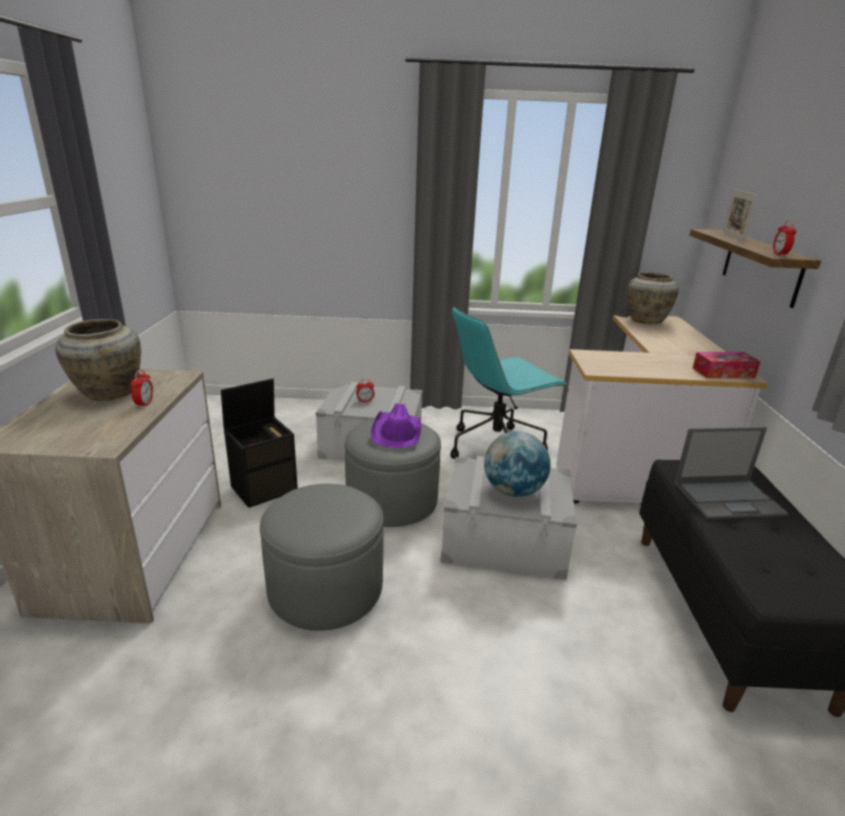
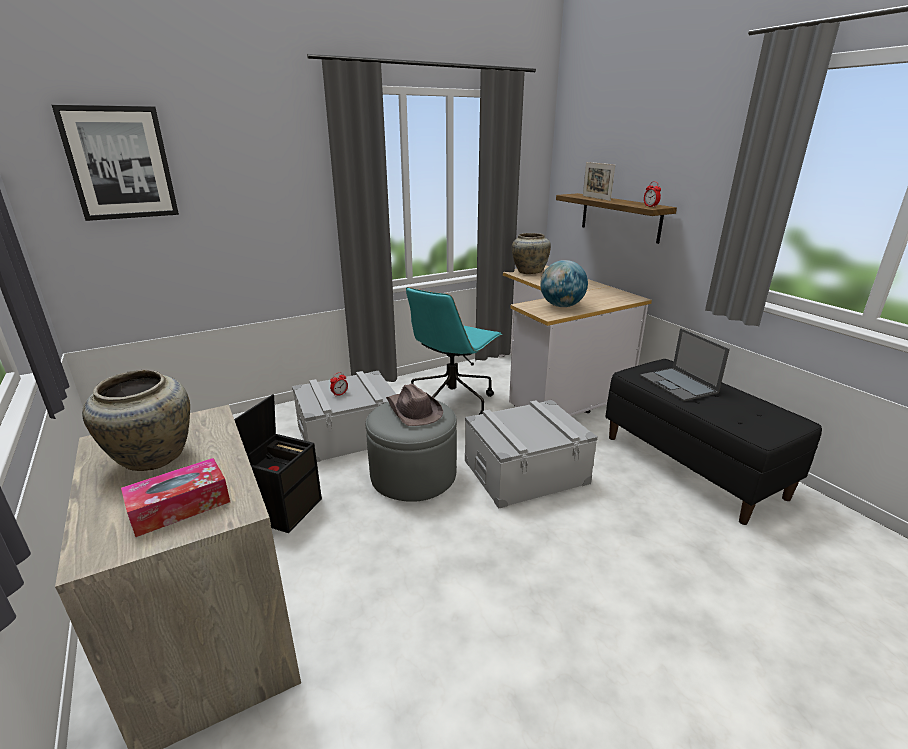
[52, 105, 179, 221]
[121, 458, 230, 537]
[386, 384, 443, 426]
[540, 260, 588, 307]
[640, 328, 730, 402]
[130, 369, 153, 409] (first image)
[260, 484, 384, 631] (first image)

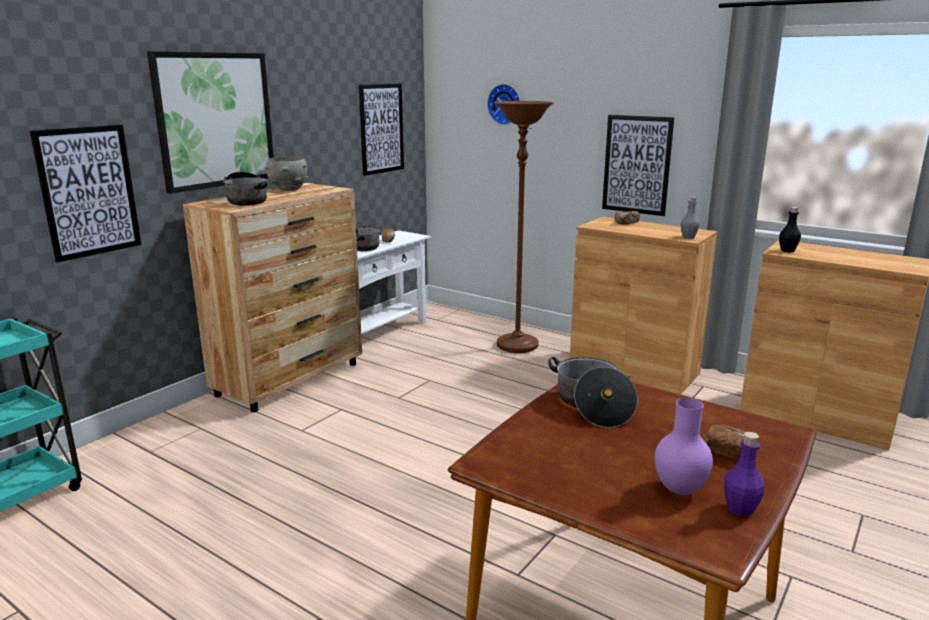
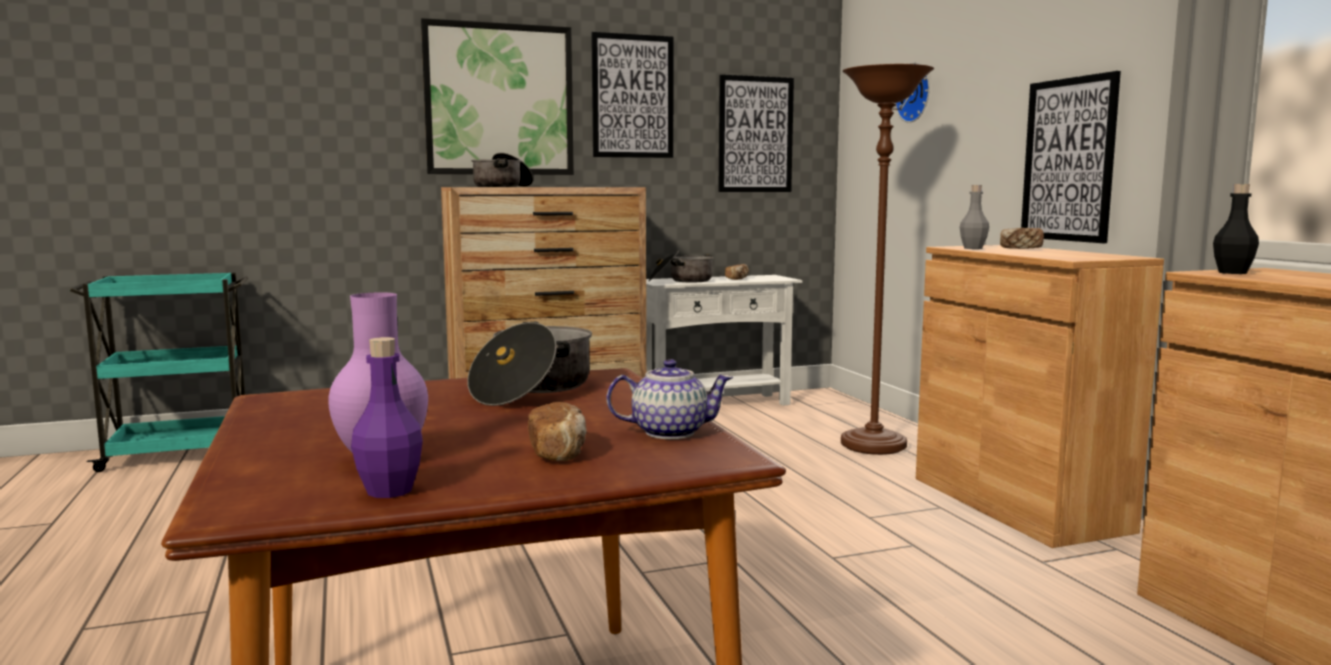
[591, 32, 673, 158]
[607, 359, 733, 439]
[960, 185, 989, 249]
[265, 157, 309, 191] (first image)

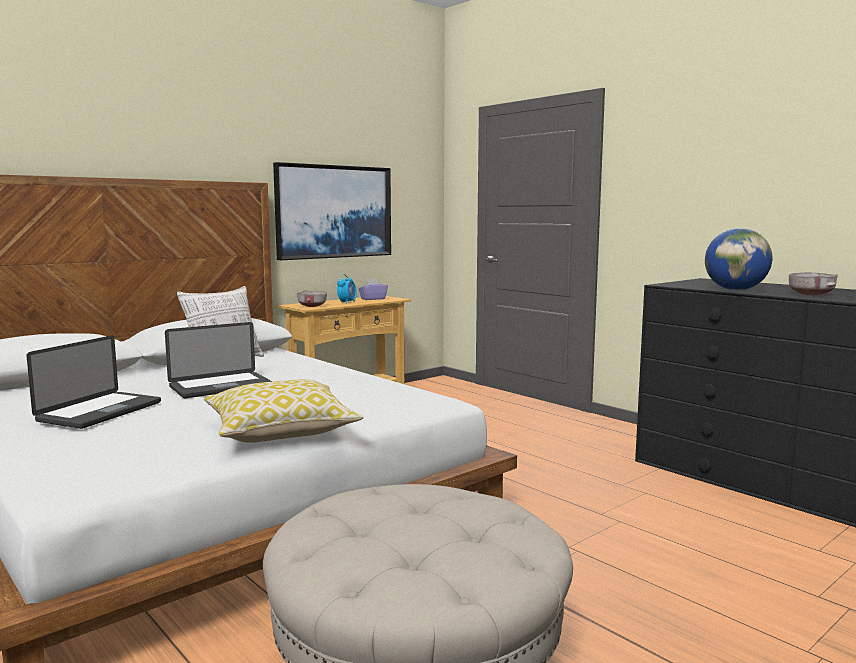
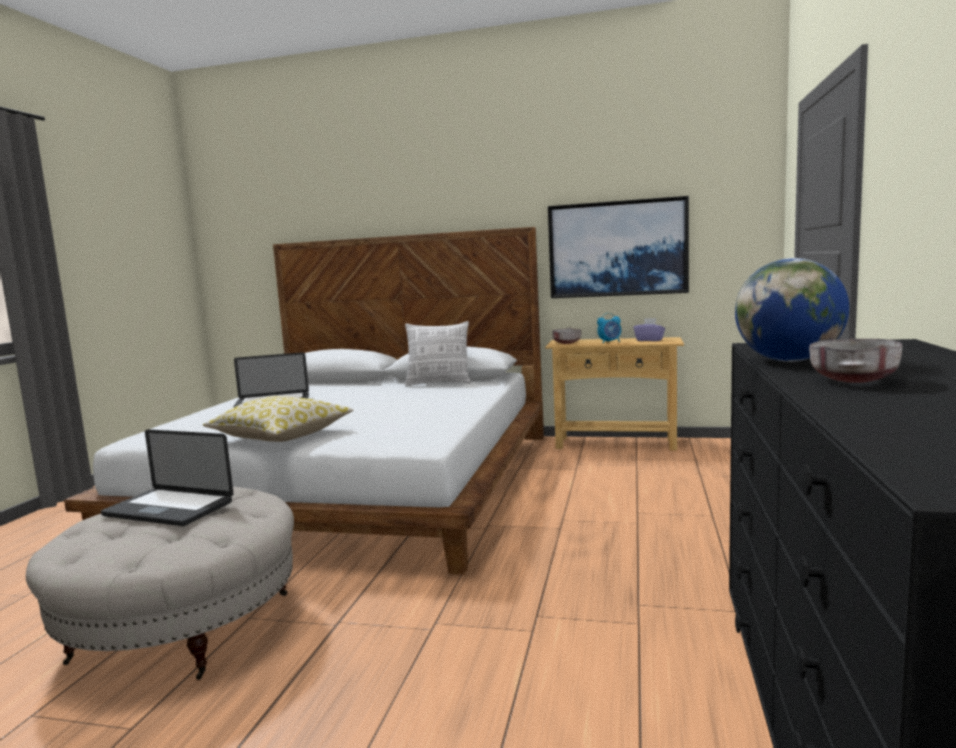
[101, 429, 233, 526]

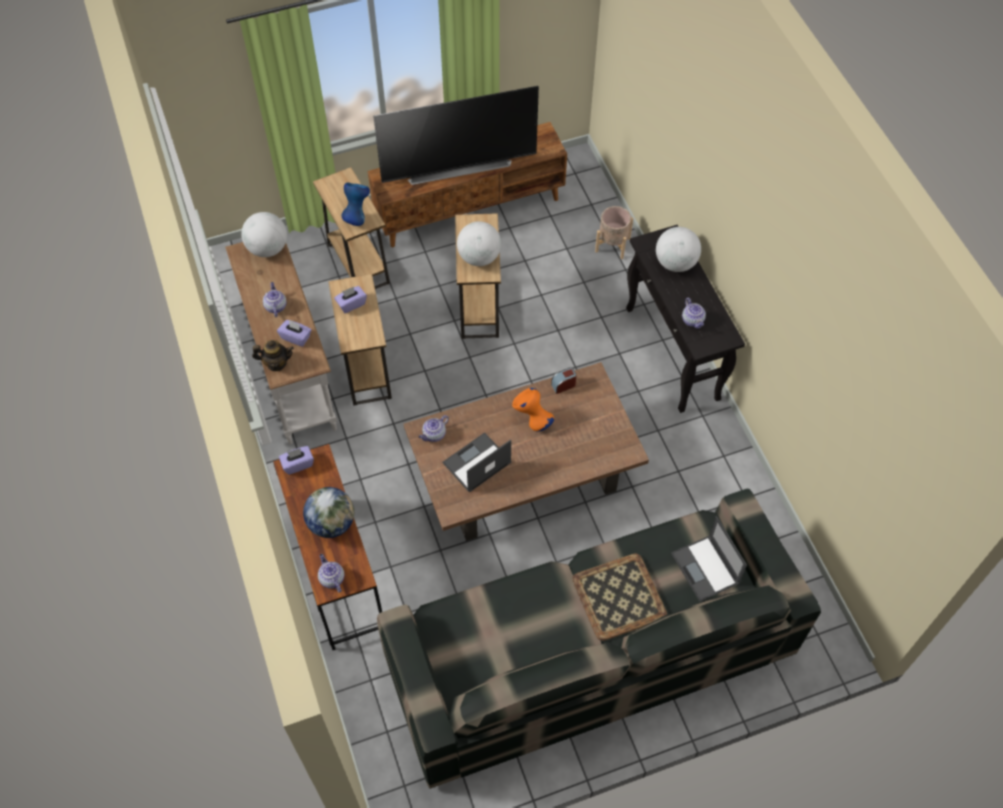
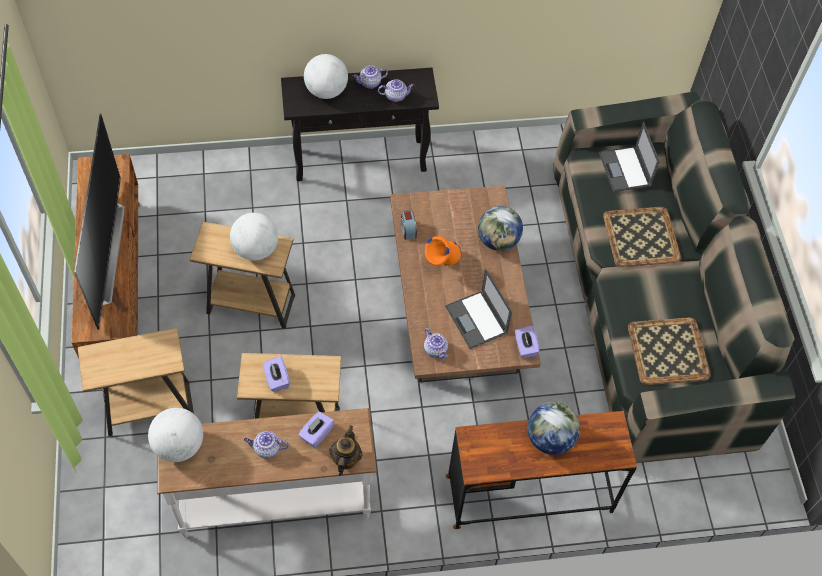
[353, 66, 388, 89]
[478, 206, 523, 251]
[515, 326, 540, 358]
[599, 122, 660, 192]
[628, 318, 711, 385]
[342, 183, 370, 226] (first image)
[595, 206, 633, 259] (first image)

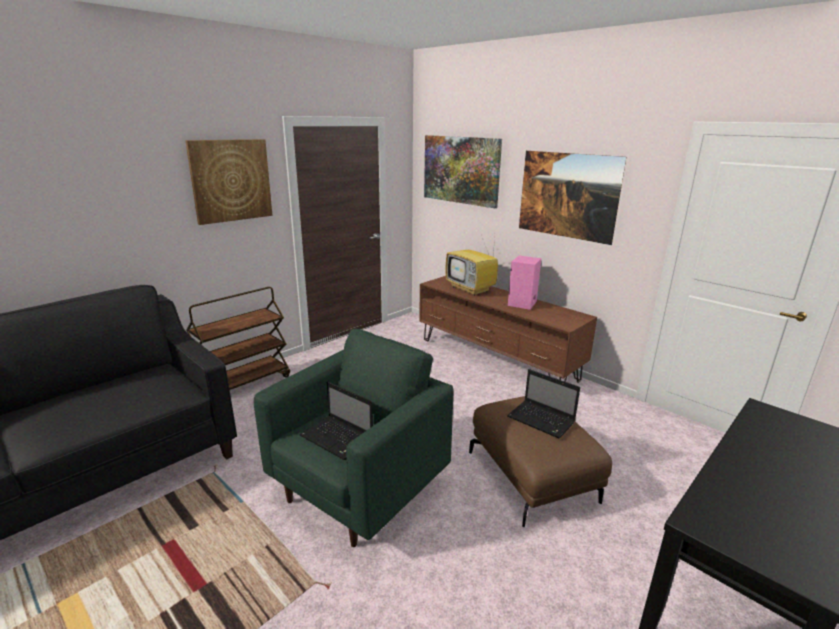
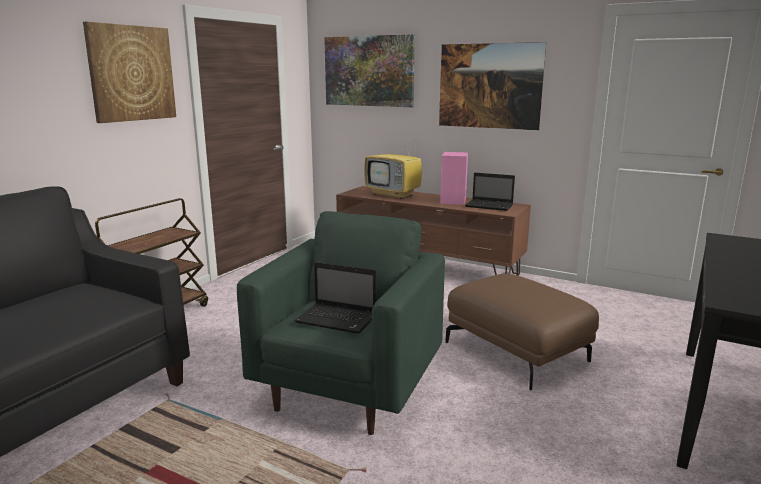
[465, 173, 515, 211]

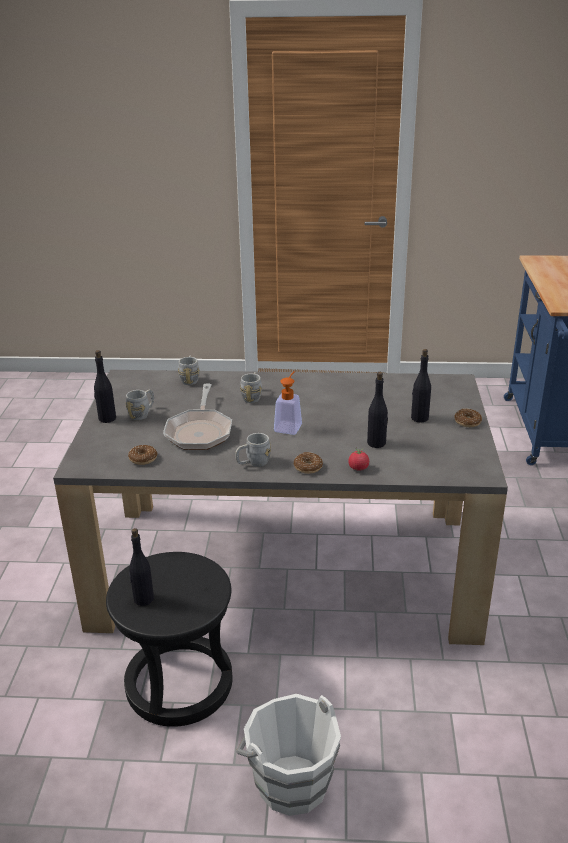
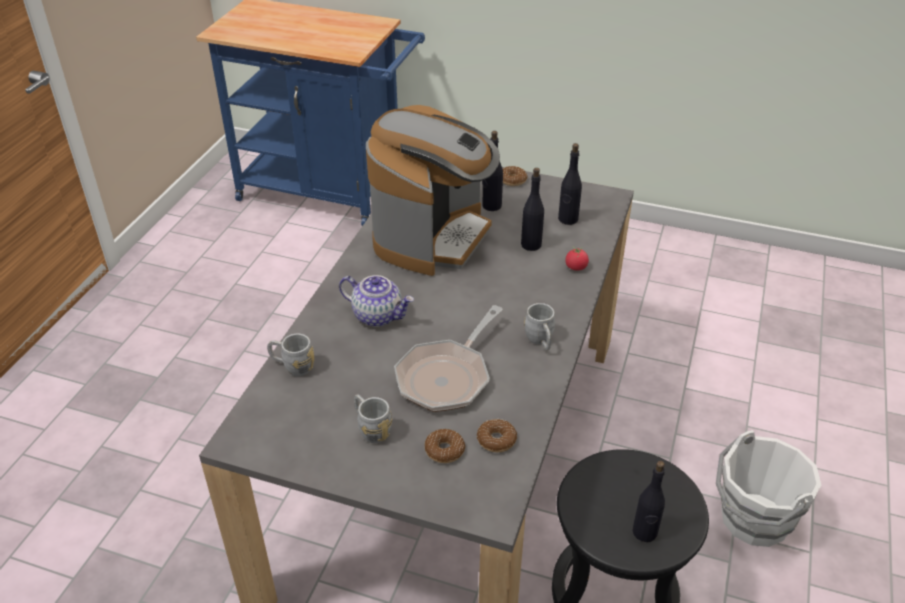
[339, 275, 414, 327]
[366, 105, 500, 276]
[394, 305, 503, 412]
[425, 429, 465, 463]
[558, 143, 582, 225]
[274, 371, 302, 435] (first image)

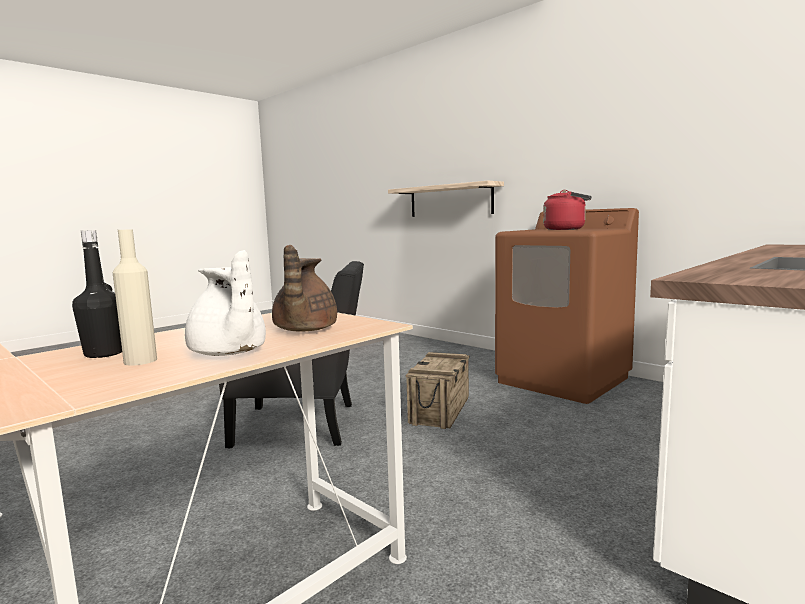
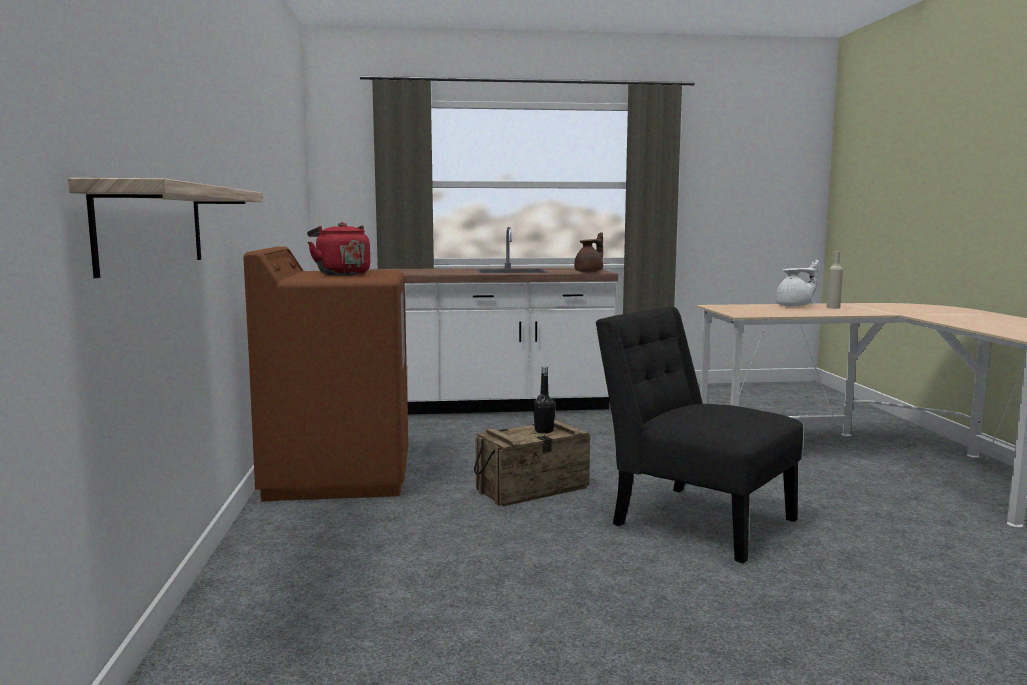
[533, 366, 556, 433]
[574, 232, 603, 272]
[776, 260, 819, 306]

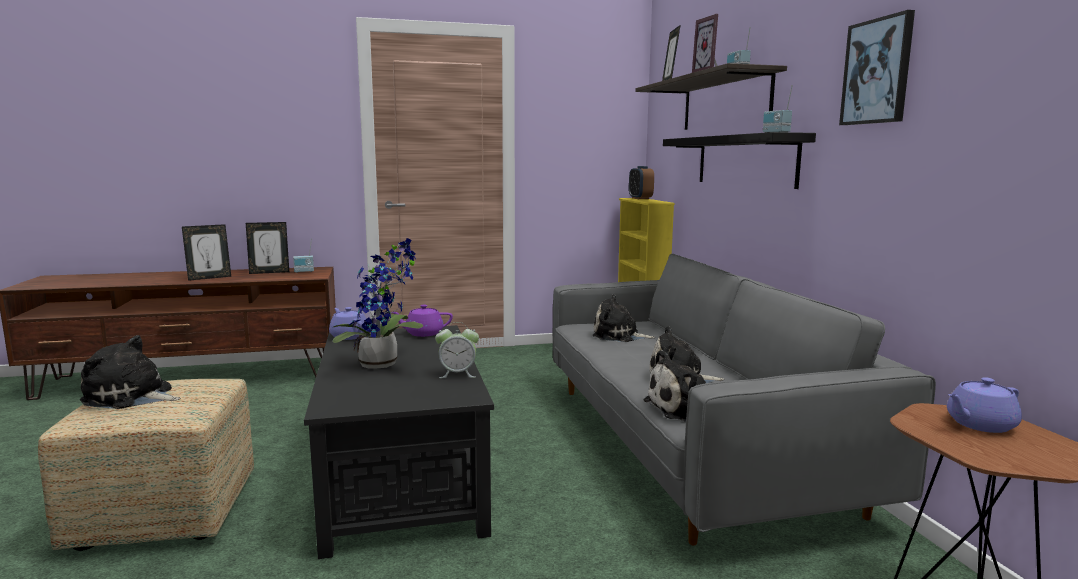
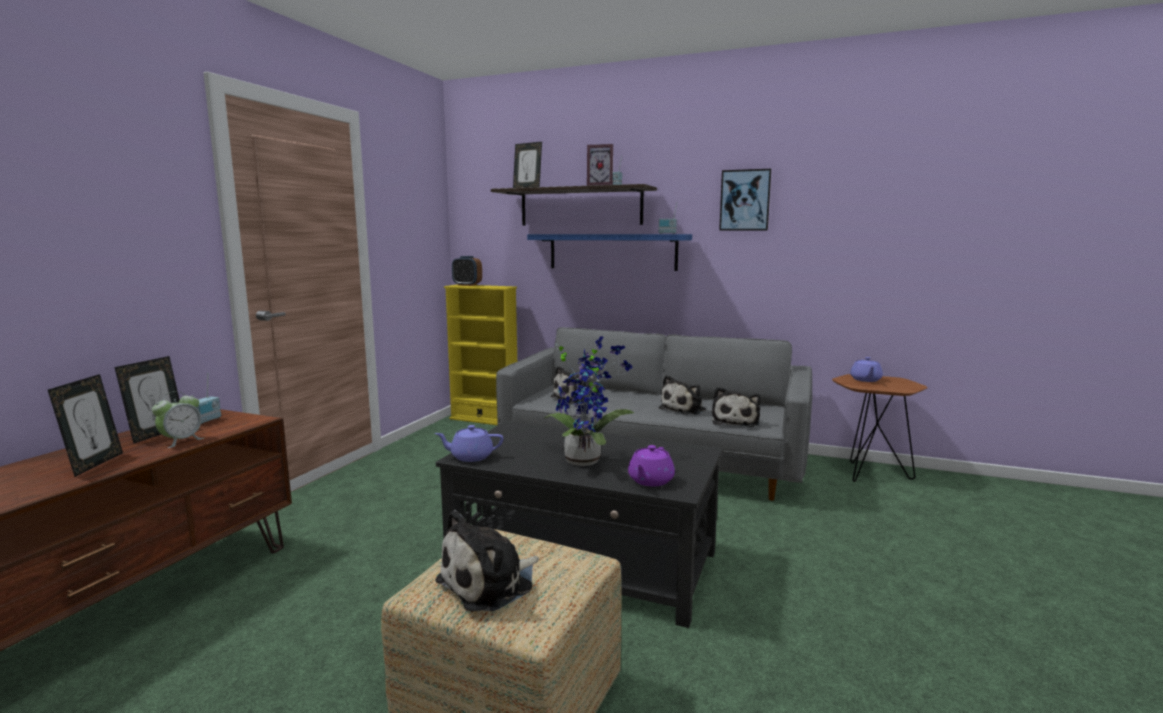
[152, 391, 204, 448]
[527, 234, 692, 271]
[628, 445, 675, 486]

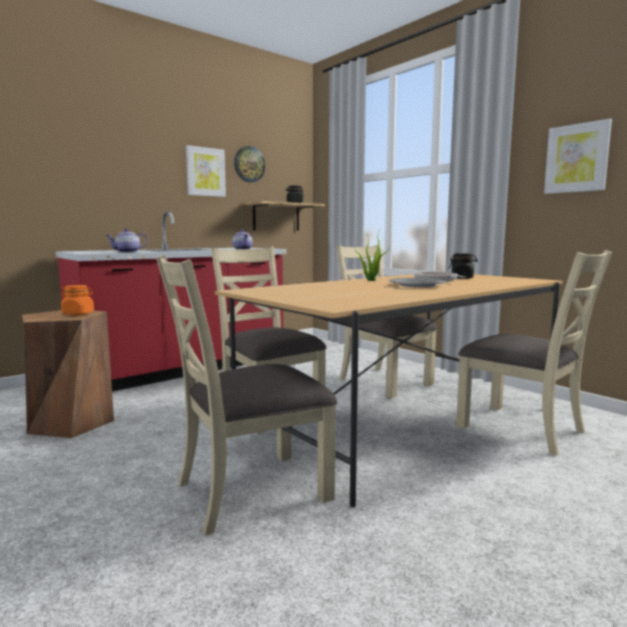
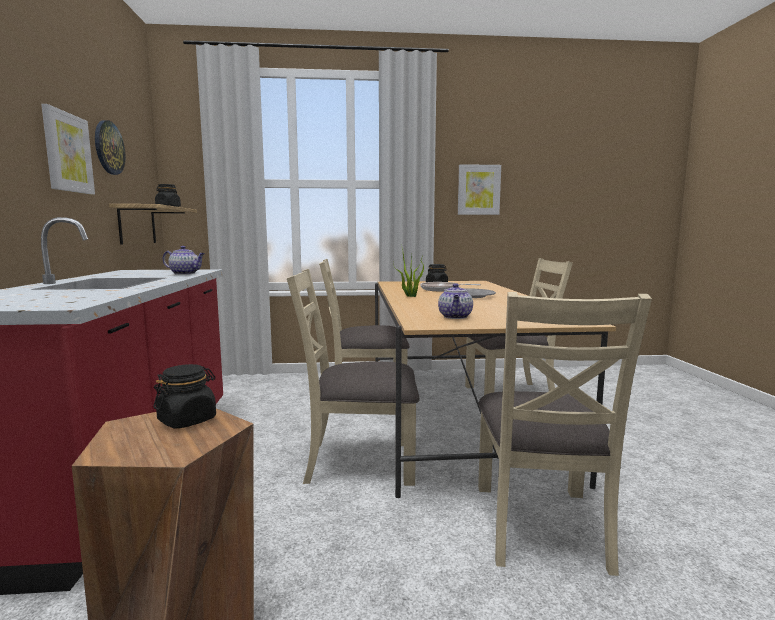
[154, 364, 216, 429]
[438, 283, 473, 319]

